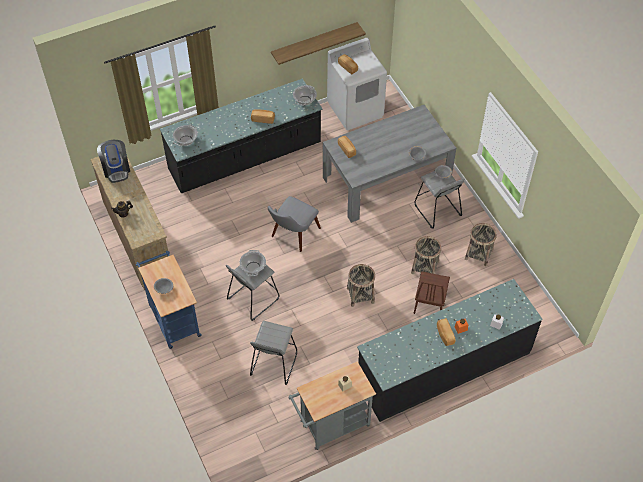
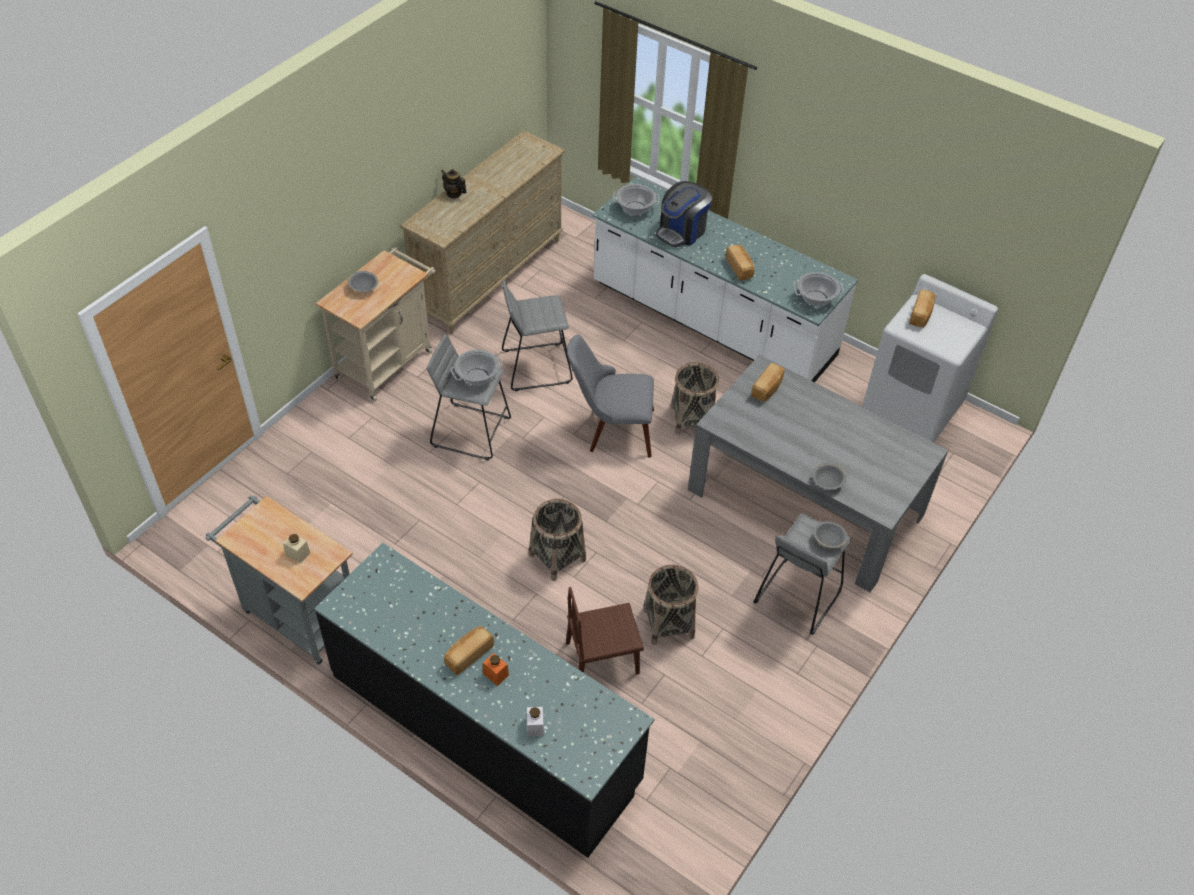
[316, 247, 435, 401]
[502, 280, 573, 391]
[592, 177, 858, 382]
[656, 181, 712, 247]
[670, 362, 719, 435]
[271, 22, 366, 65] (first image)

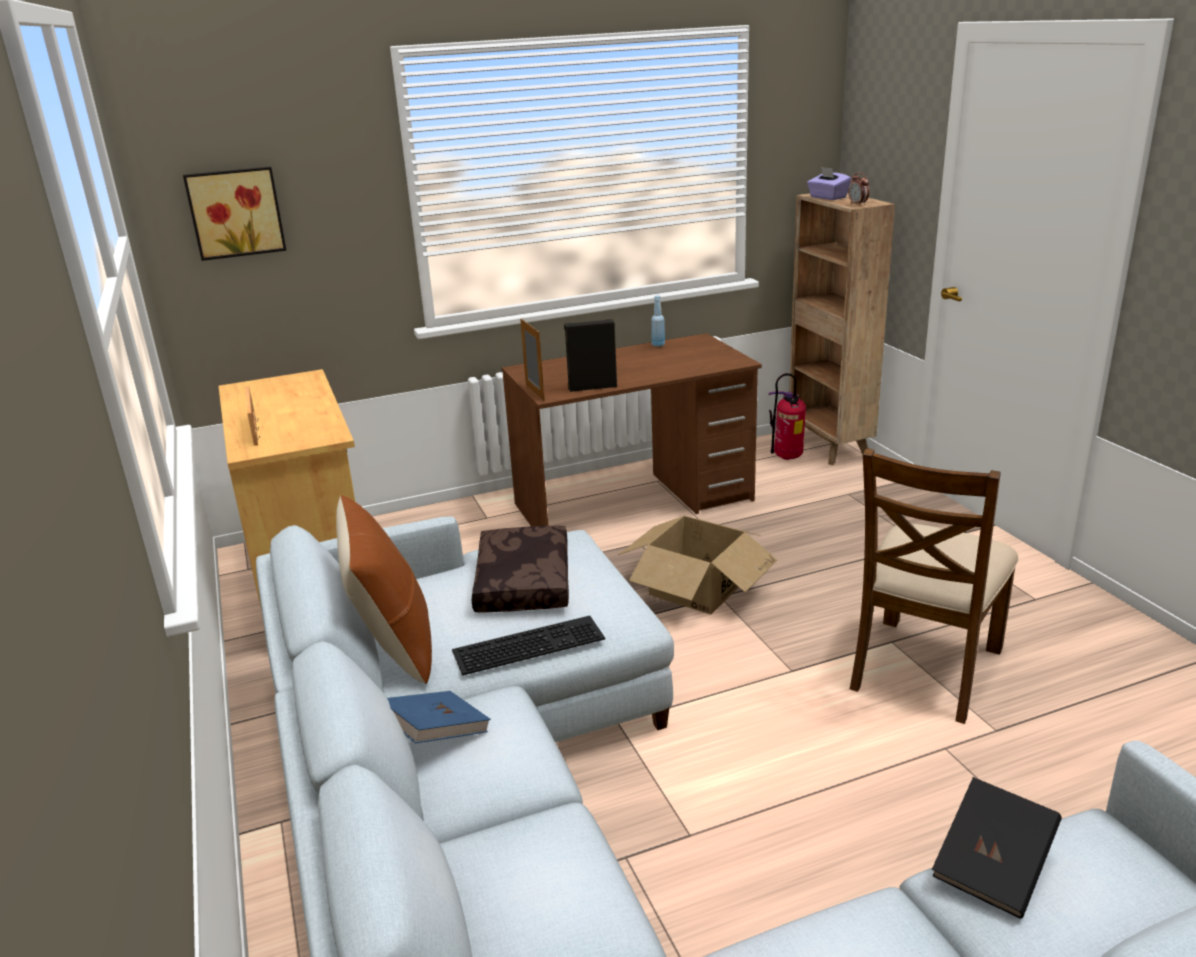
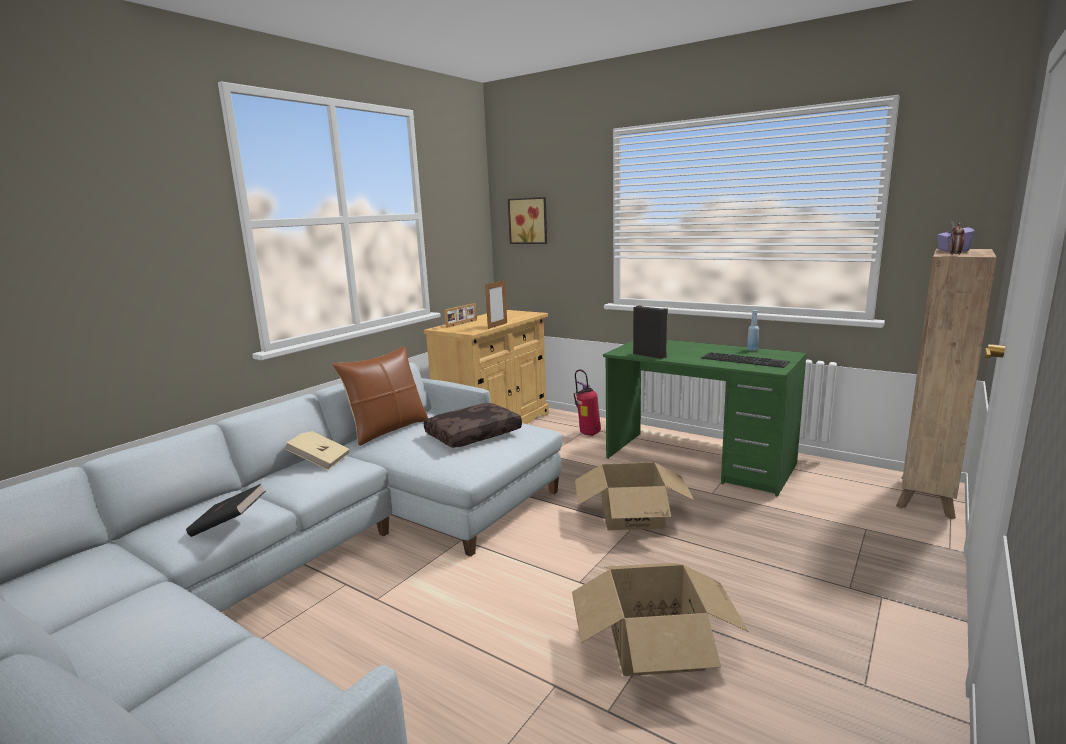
[186, 484, 266, 537]
[285, 431, 350, 470]
[485, 279, 507, 329]
[572, 563, 749, 676]
[574, 369, 601, 436]
[603, 340, 807, 496]
[701, 352, 790, 368]

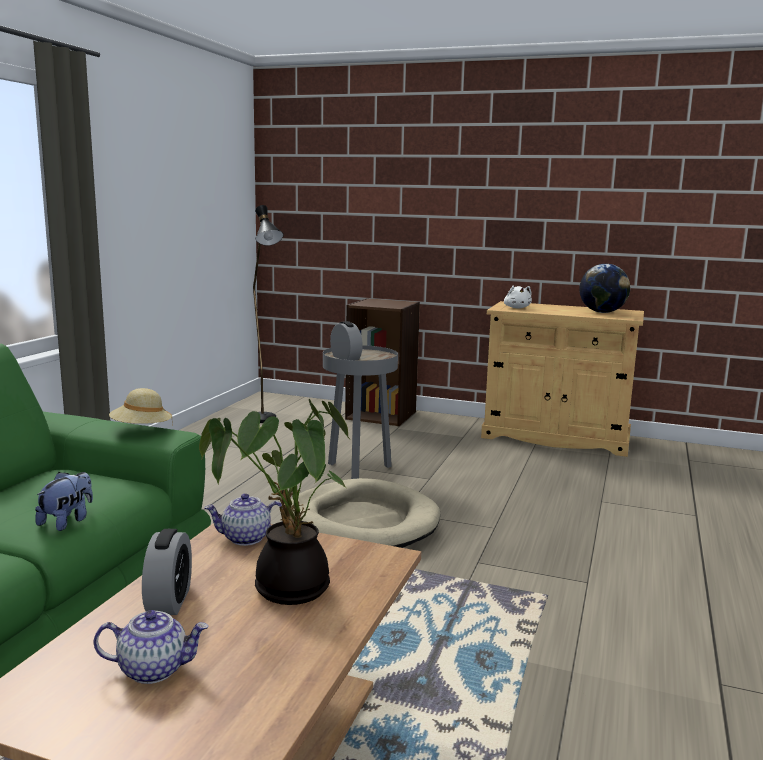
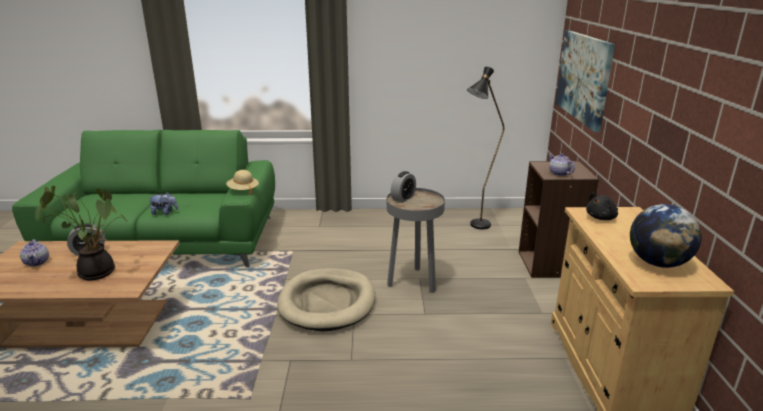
[548, 154, 575, 176]
[555, 30, 615, 132]
[586, 193, 618, 220]

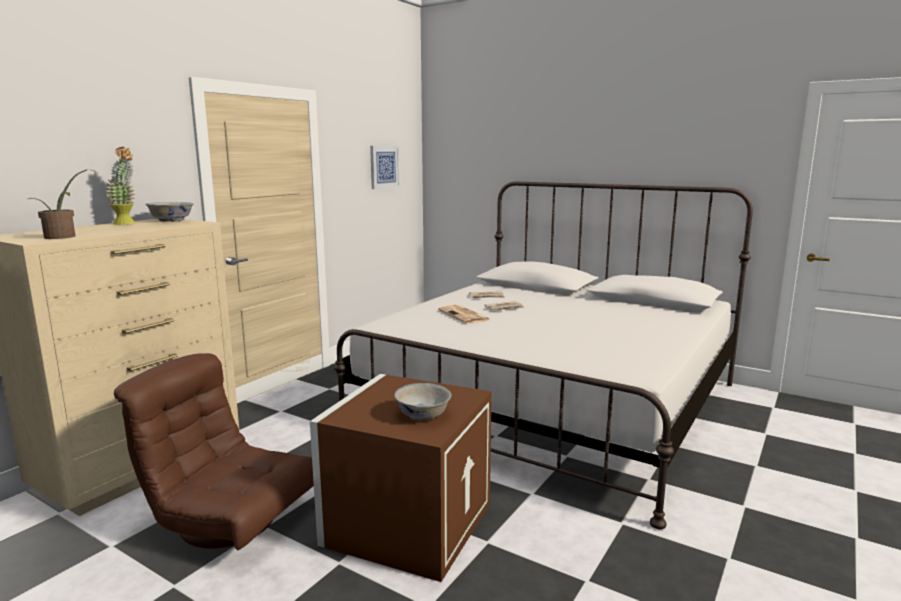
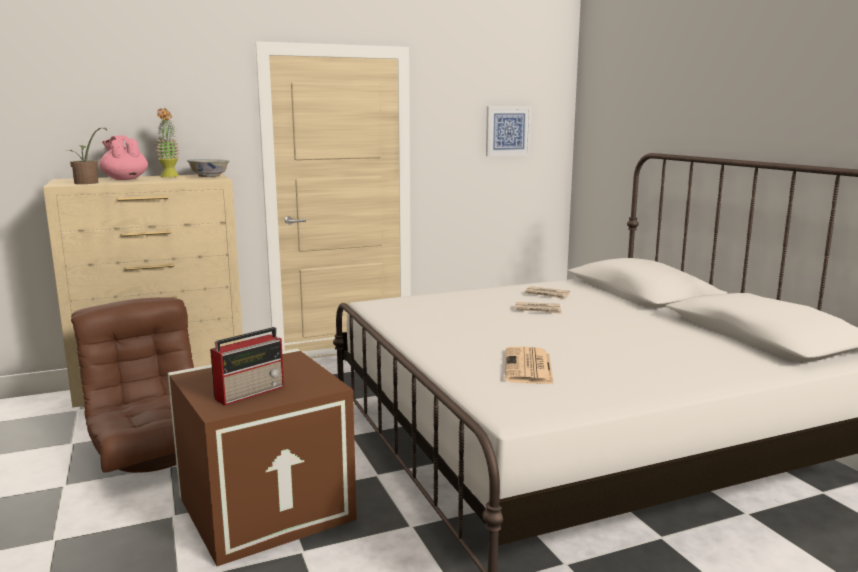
[99, 135, 148, 180]
[210, 327, 284, 405]
[505, 347, 554, 384]

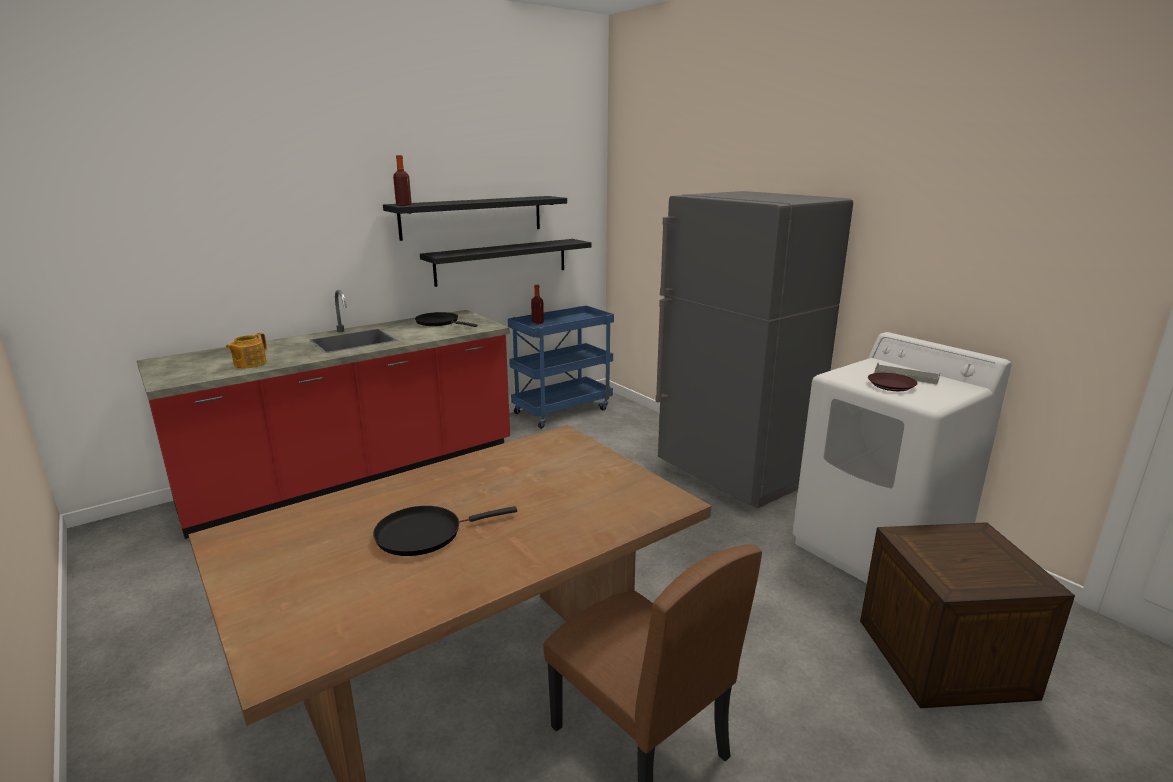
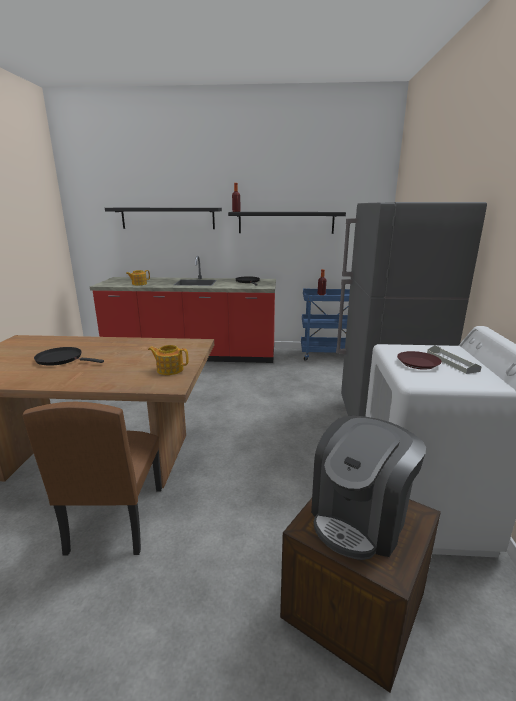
[105, 208, 222, 229]
[148, 345, 189, 375]
[311, 416, 426, 560]

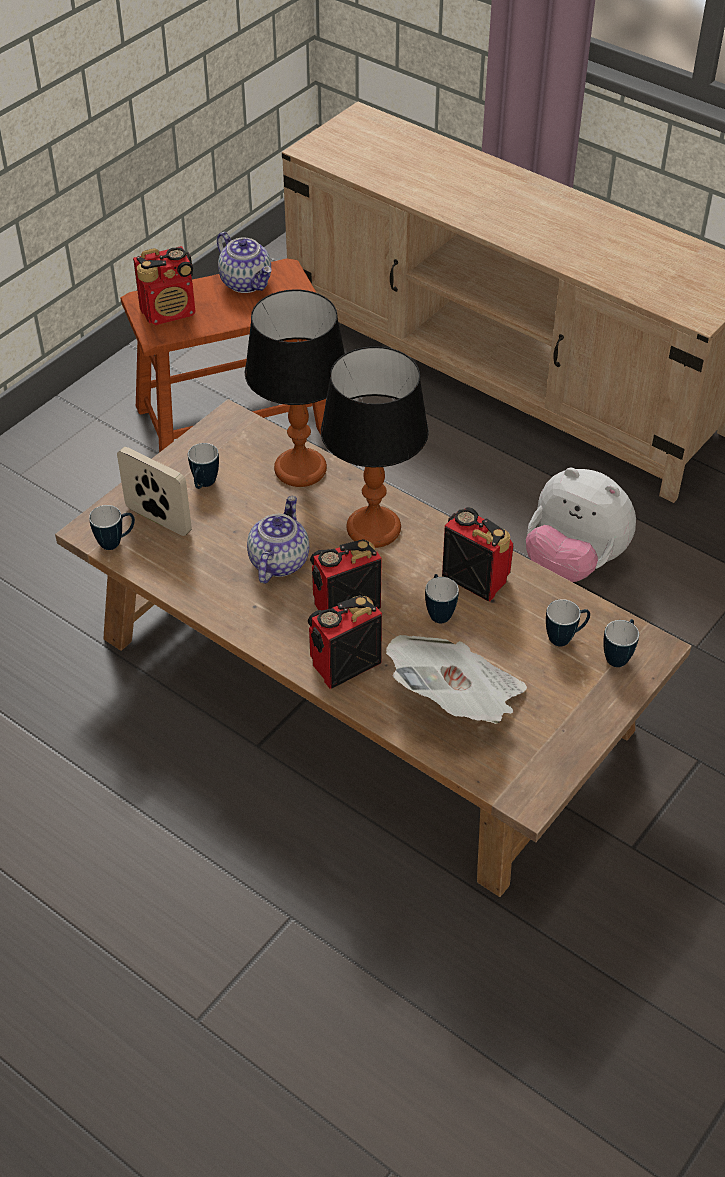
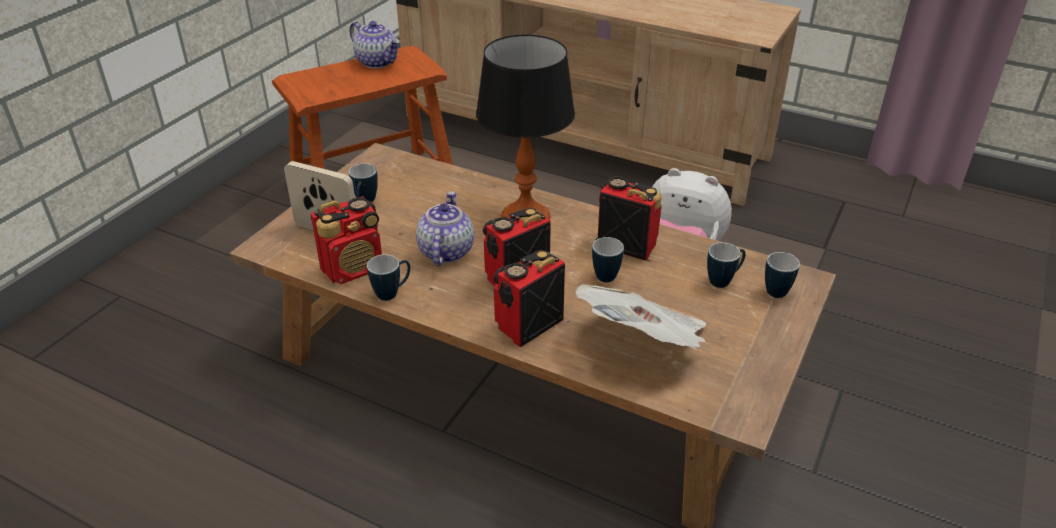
[311, 196, 382, 284]
[367, 254, 410, 301]
[245, 289, 345, 487] (first image)

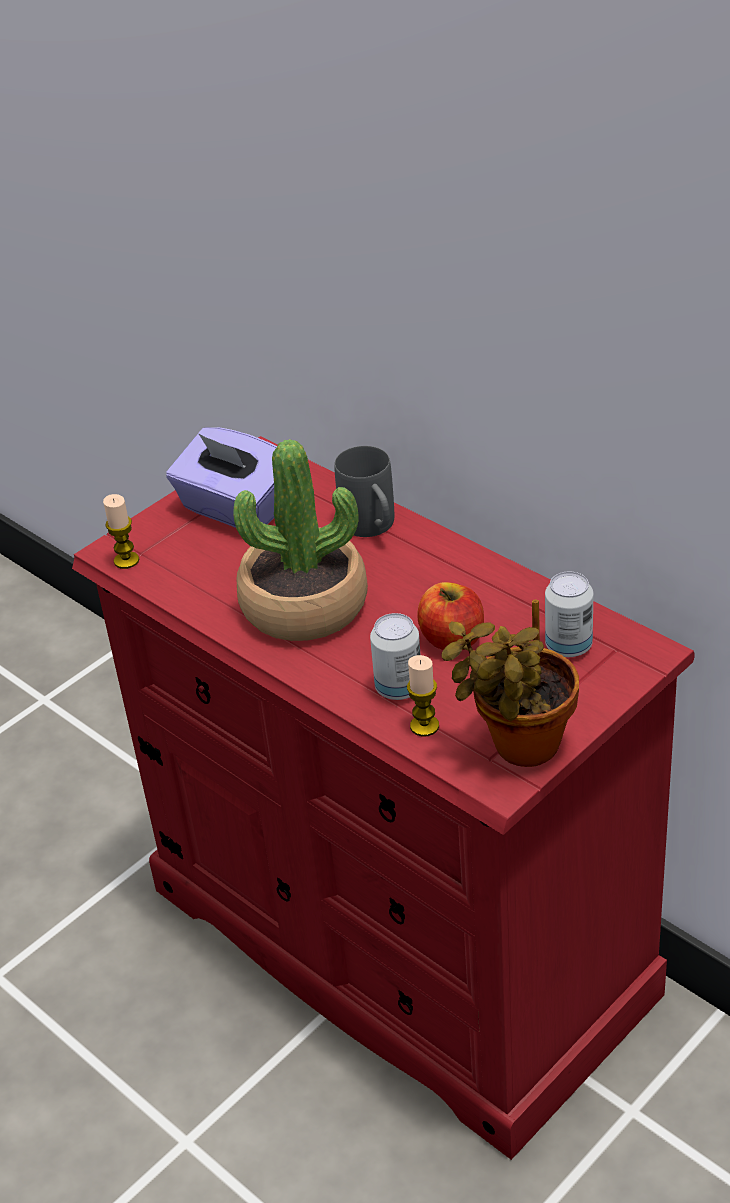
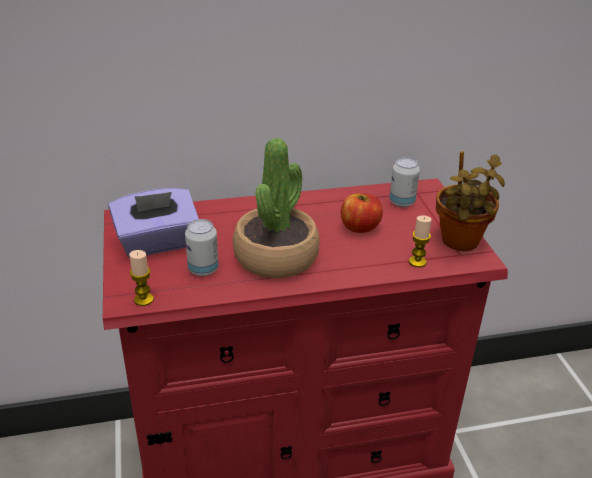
[185, 219, 218, 276]
[334, 446, 394, 537] (first image)

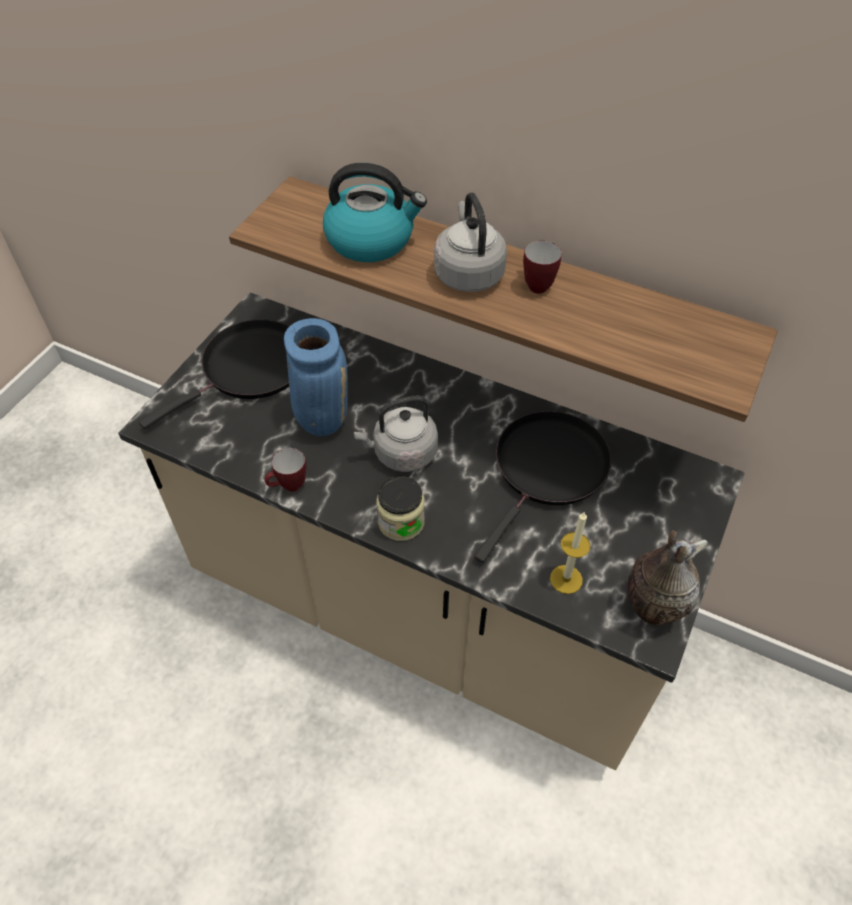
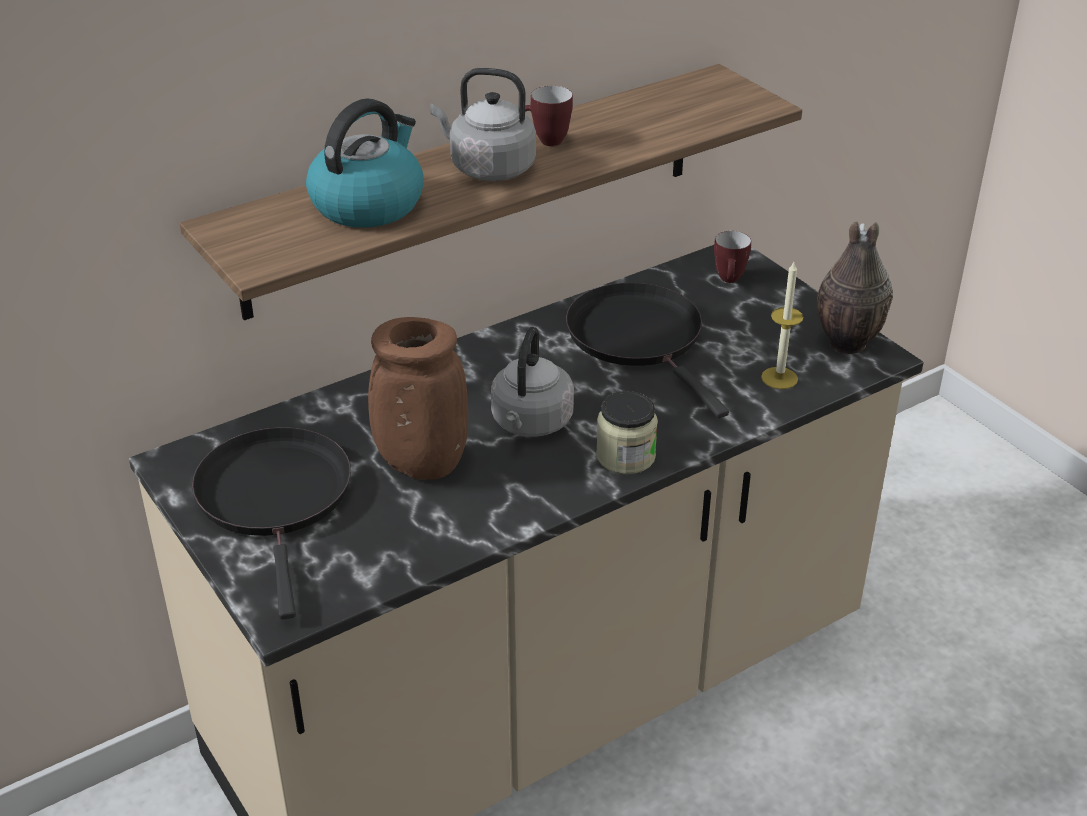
[368, 317, 468, 480]
[714, 231, 751, 283]

